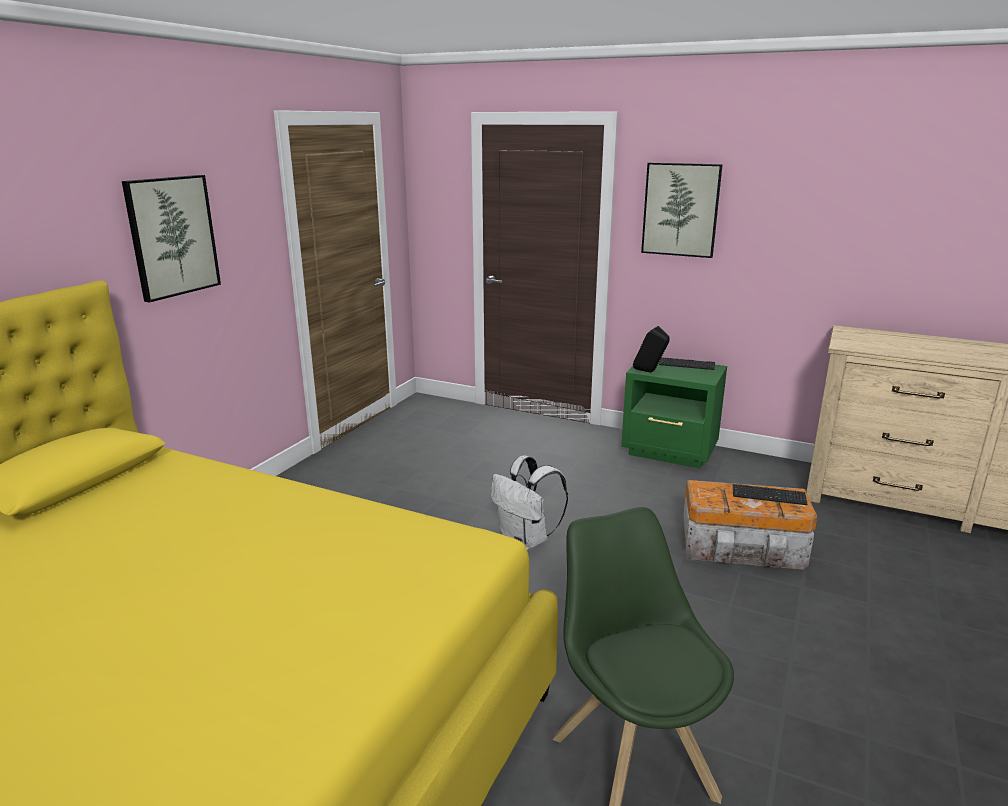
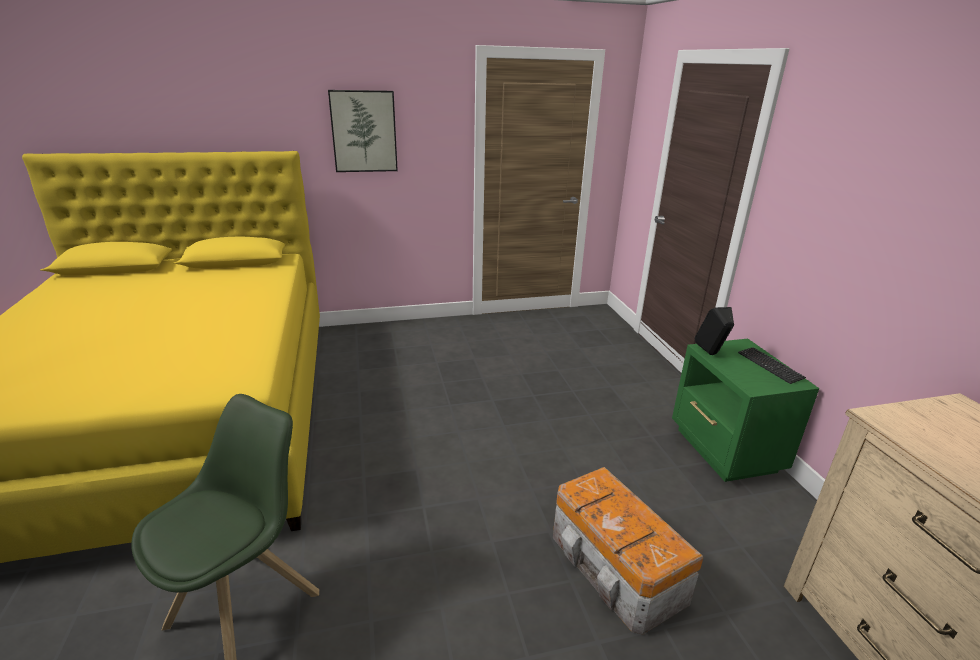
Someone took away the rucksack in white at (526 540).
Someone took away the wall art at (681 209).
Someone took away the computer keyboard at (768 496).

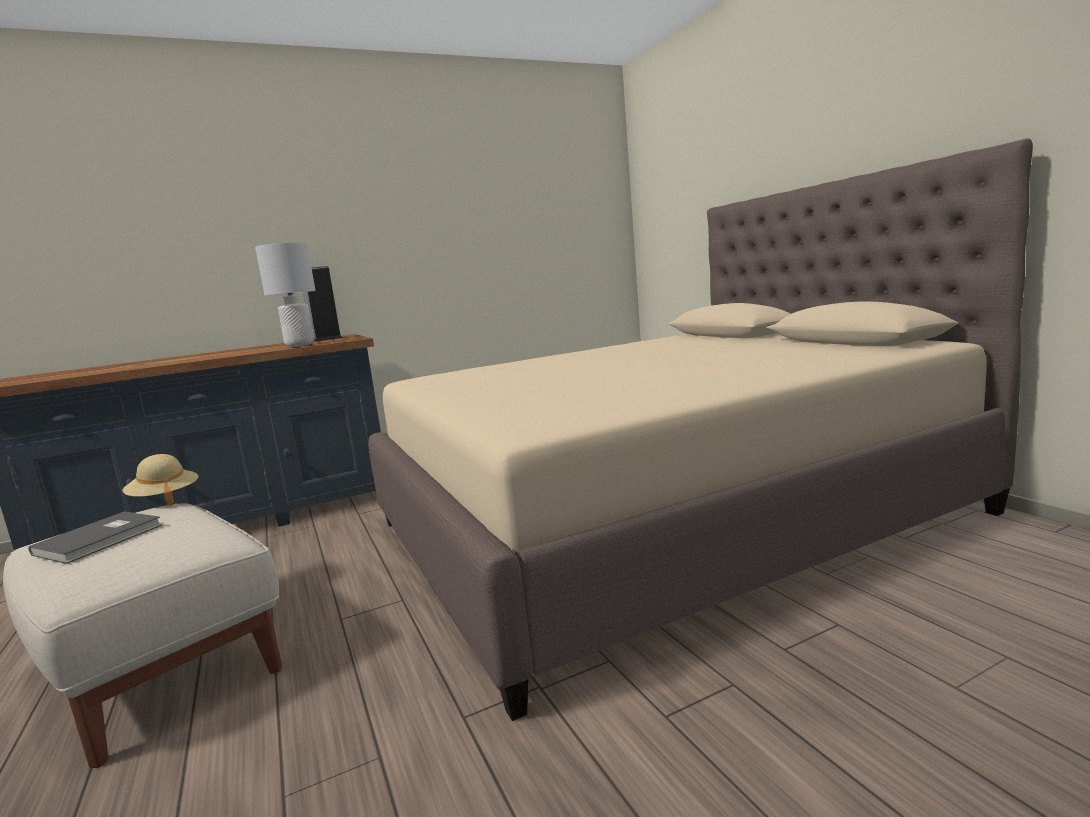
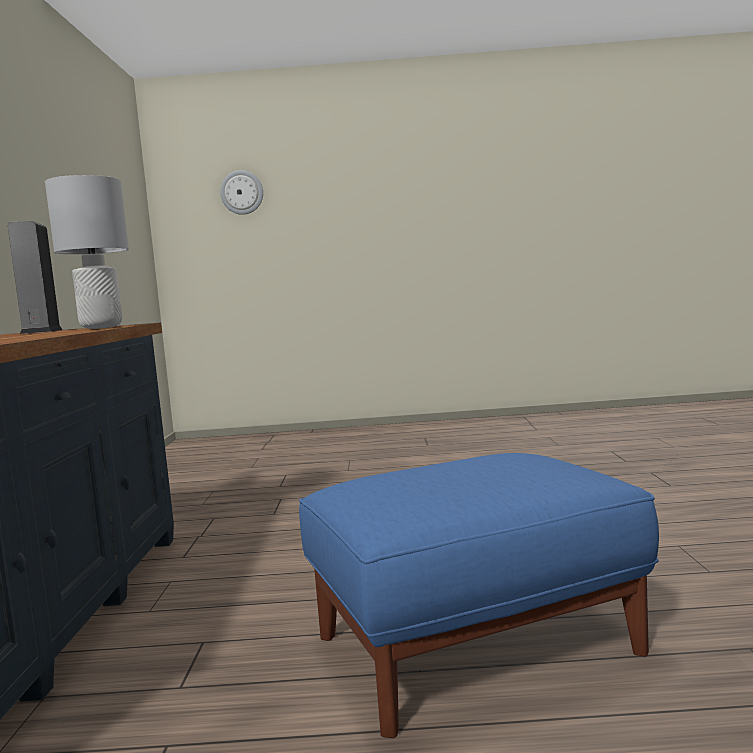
Someone repainted the ottoman in beige-coloured at (160 668), which became the ottoman in blue at (477 644).
Someone took away the volume in greyish at (102 539).
Someone took away the wearable hat in beige-coloured at (165 498).
Someone took away the sleeping bed in beige-coloured at (664 519).
Someone put up the wall clock at (242 192).

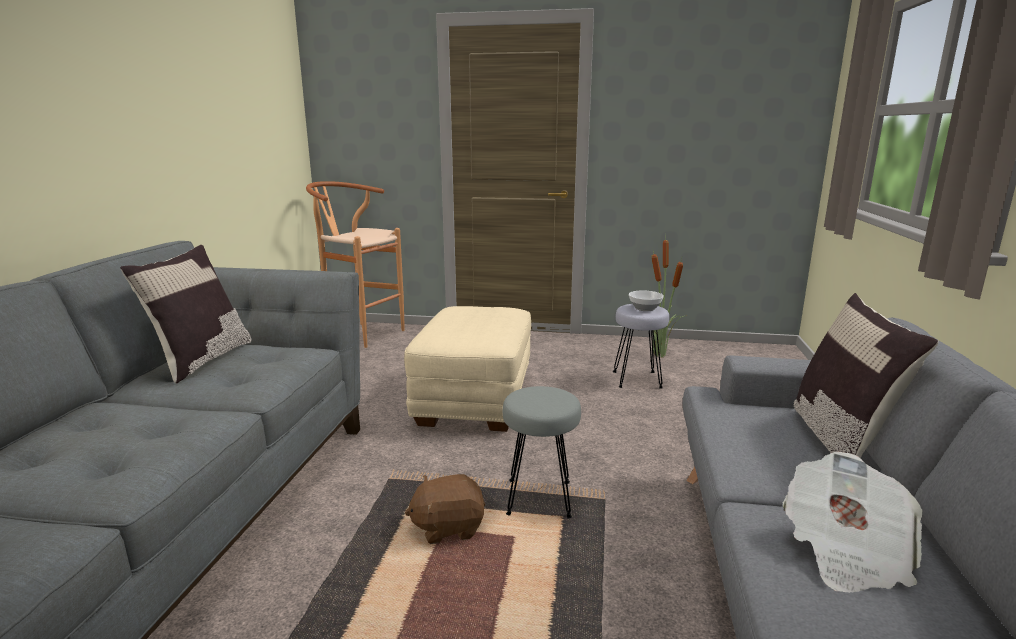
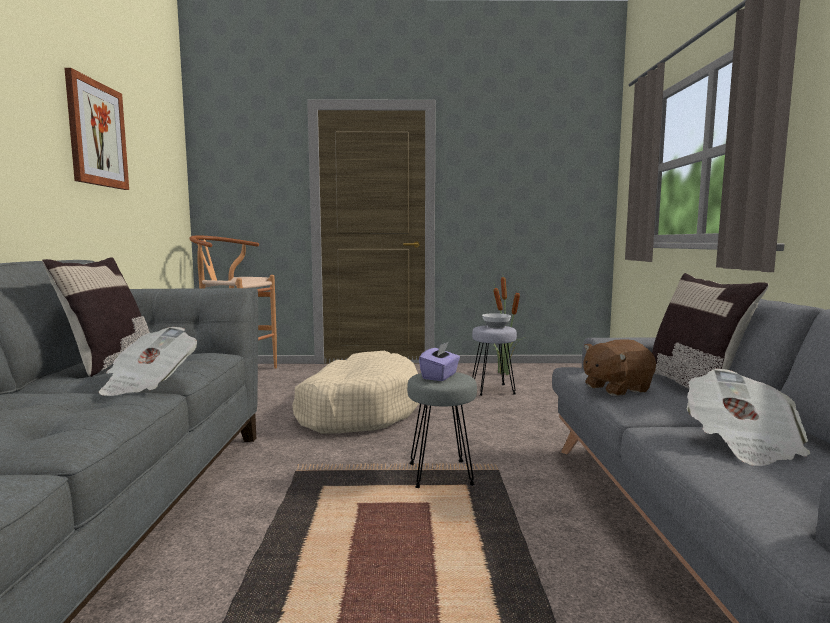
Someone swapped the ottoman in beige-coloured at (476 398) for the dog cushion in beige-coloured at (358 410).
Someone carried the soft toy in brown-coloured from (448 527) to (615 388).
Someone put up the wall art at (97 134).
Someone put down the printed paper at (149 384).
Someone put down the tissue box in purple at (440 376).

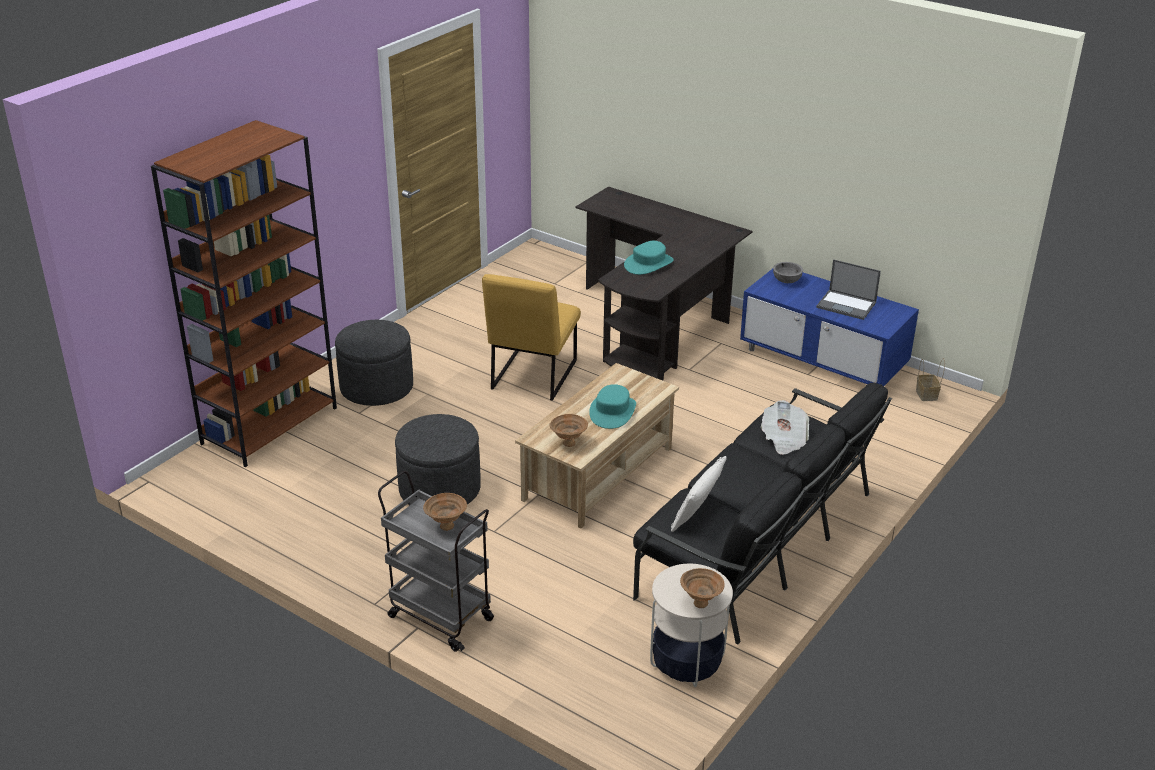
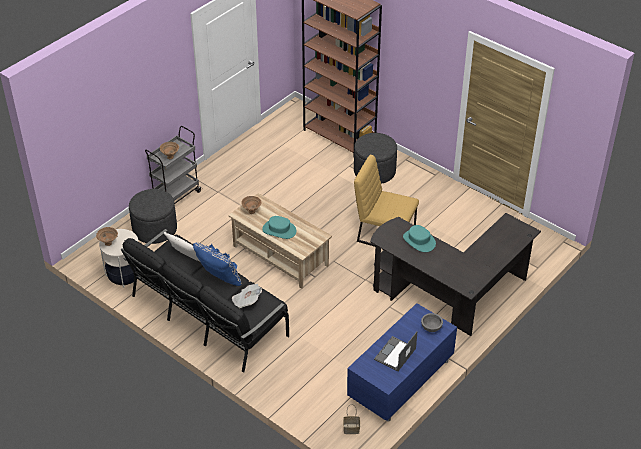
Someone carried the ottoman in greyish from (439 489) to (155 229).
Someone put down the cushion in blue at (219 279).

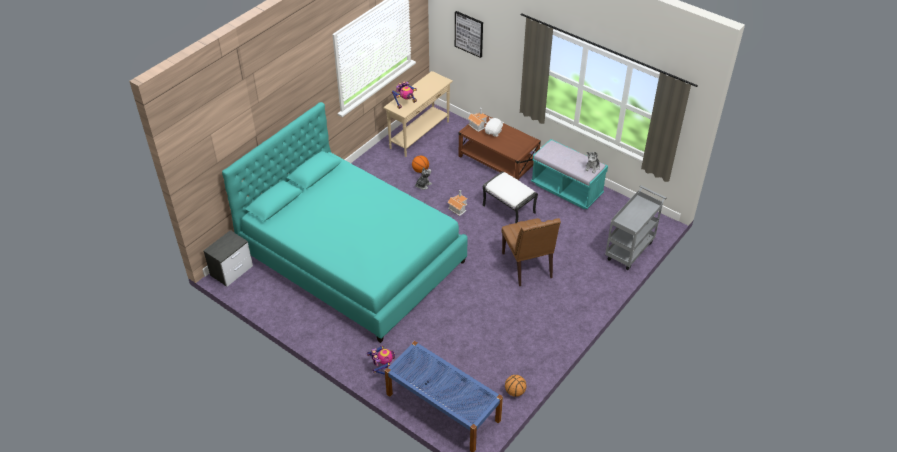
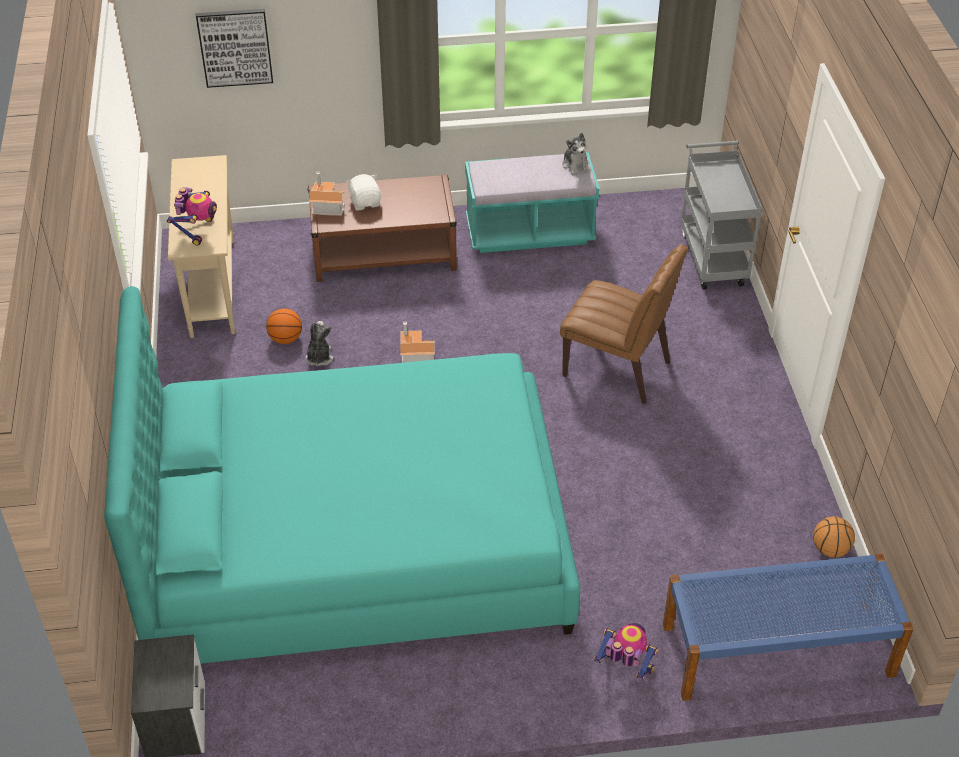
Someone took away the ottoman in white at (509 209).

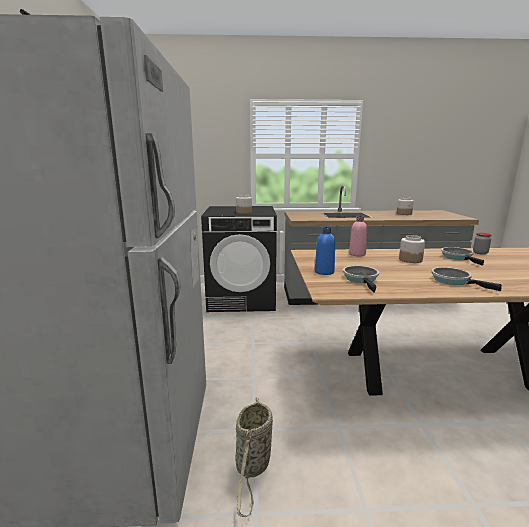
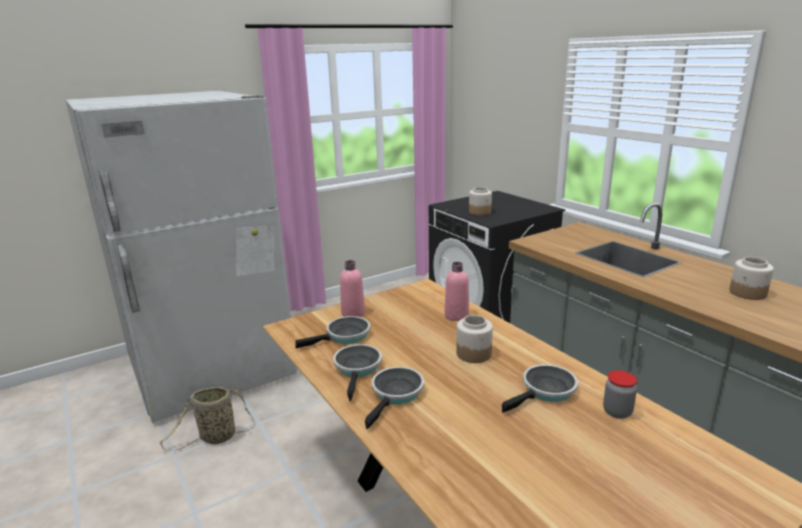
Someone repainted the drink bottle in blue at (324 272), which became the drink bottle in pink at (353 313).
Someone put down the skillet at (358 369).

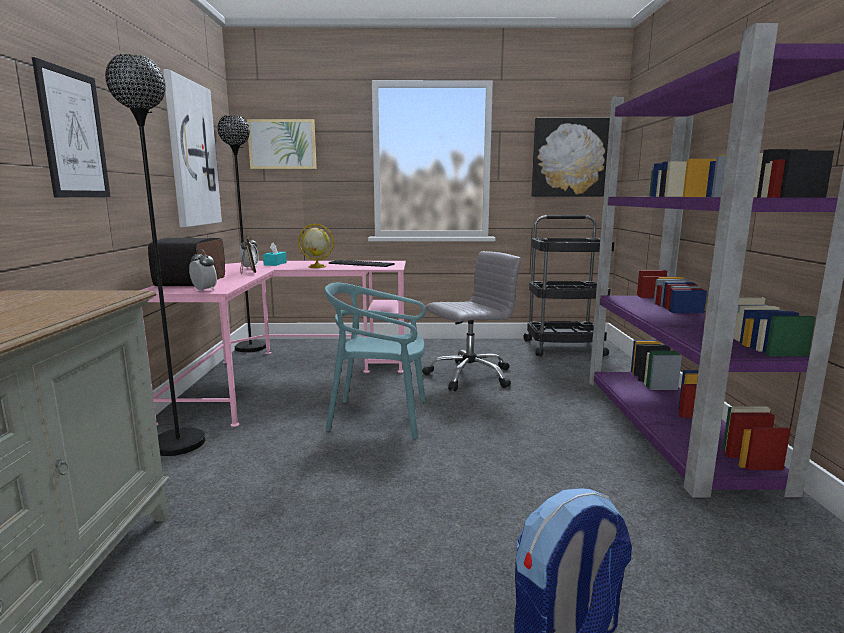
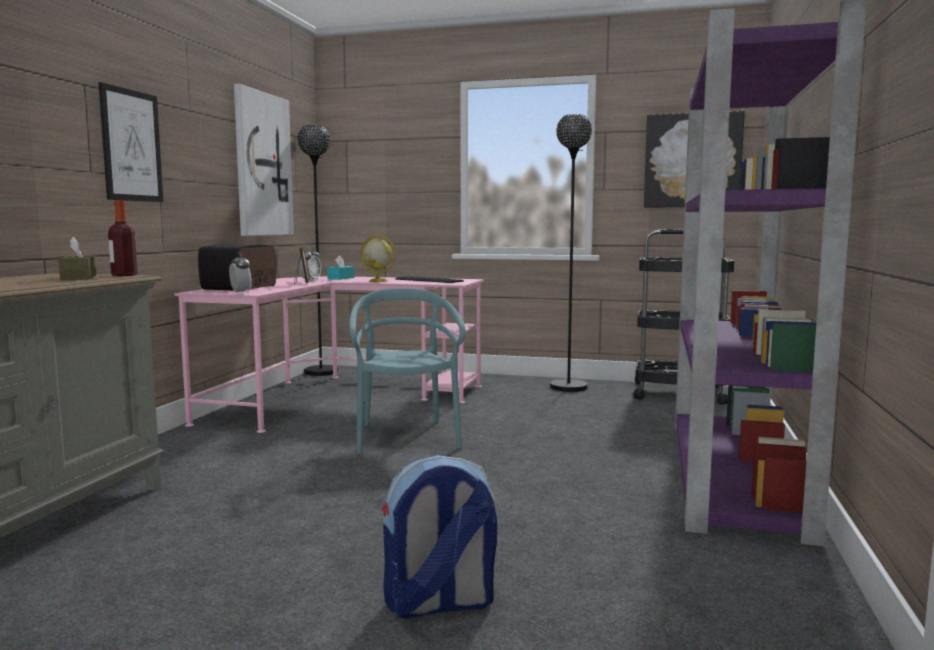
Someone carried the standing lamp in black from (179 443) to (569 387).
Someone took away the wall art at (282 144).
Someone rotated the plain chair in turquoise at (380 417) by 60 degrees clockwise.
Someone took away the desk chair in greyish at (470 376).
Someone put down the tissue box in brown-coloured at (78 278).
Someone put down the drink bottle at (124 275).

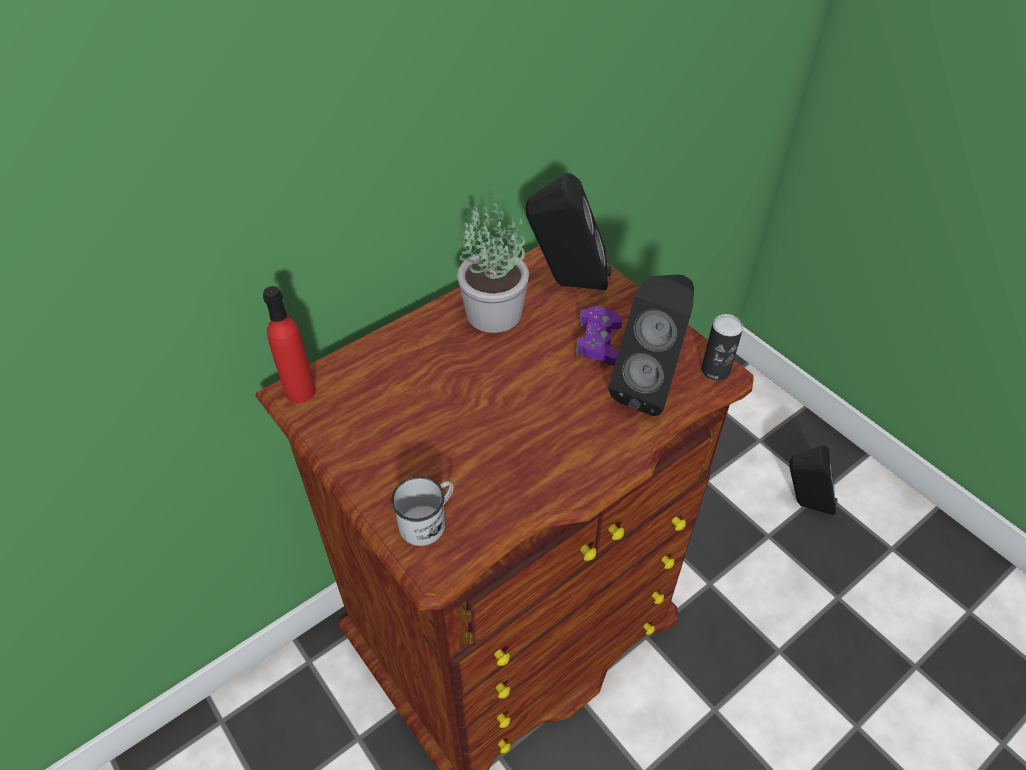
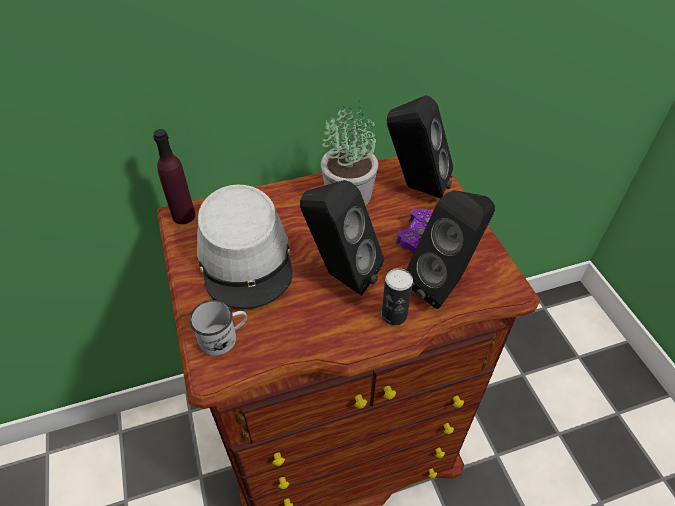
Someone repainted the drink bottle in red at (300 391), which became the drink bottle in purple at (183 216).
Someone carried the can from (715 370) to (394 315).
Someone carried the loudspeaker in black from (803 503) to (340 274).
Someone put down the wearable hat in greyish at (246 257).

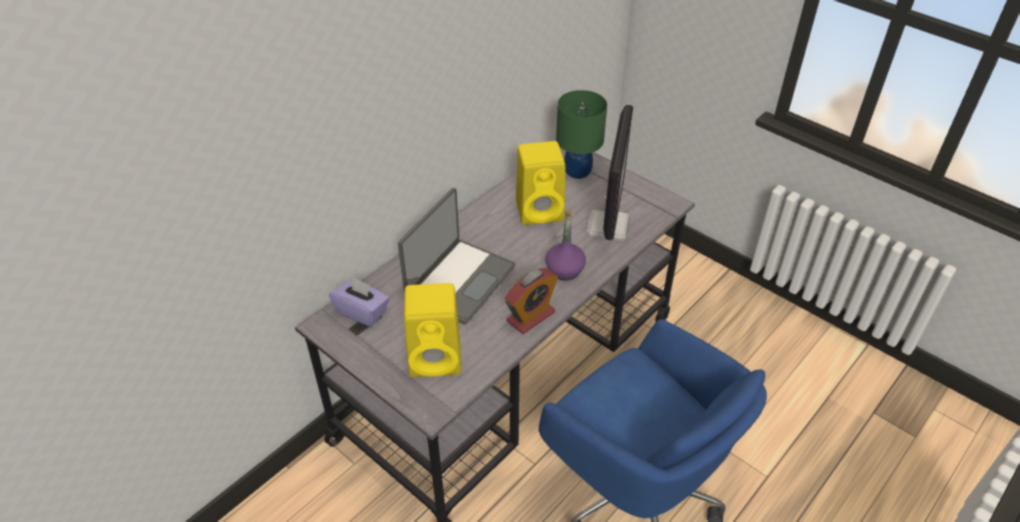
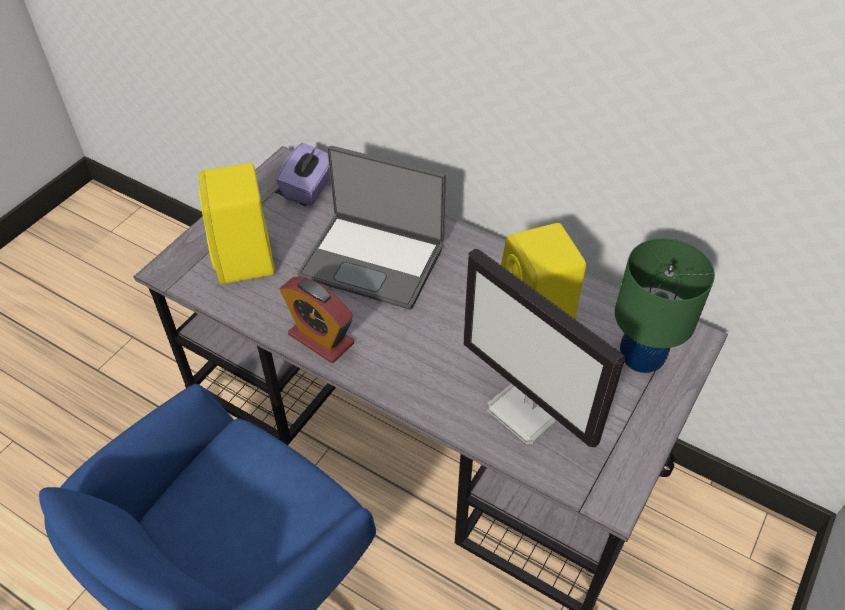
Someone took away the drink bottle in purple at (565 270).
Someone rotated the computer display at (607 224) by 45 degrees clockwise.

